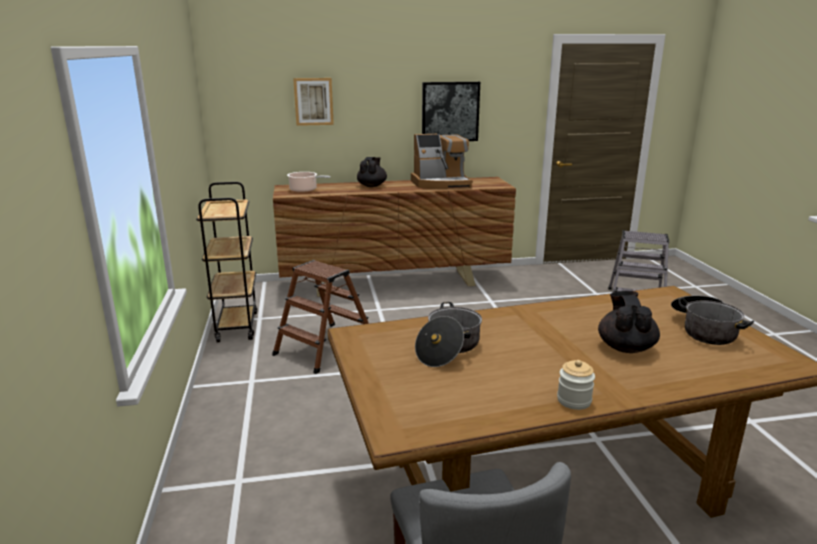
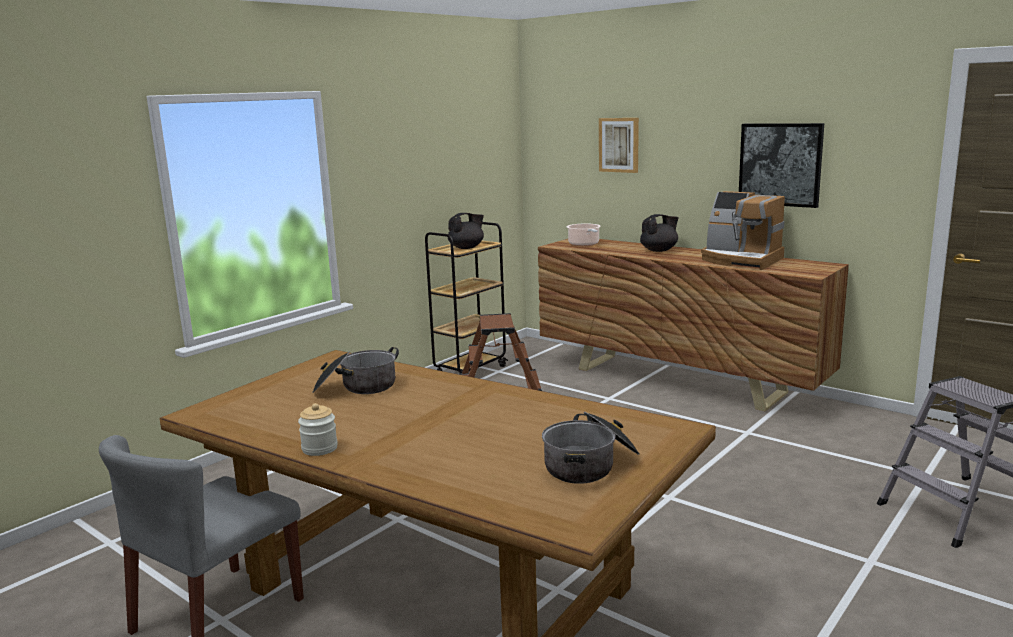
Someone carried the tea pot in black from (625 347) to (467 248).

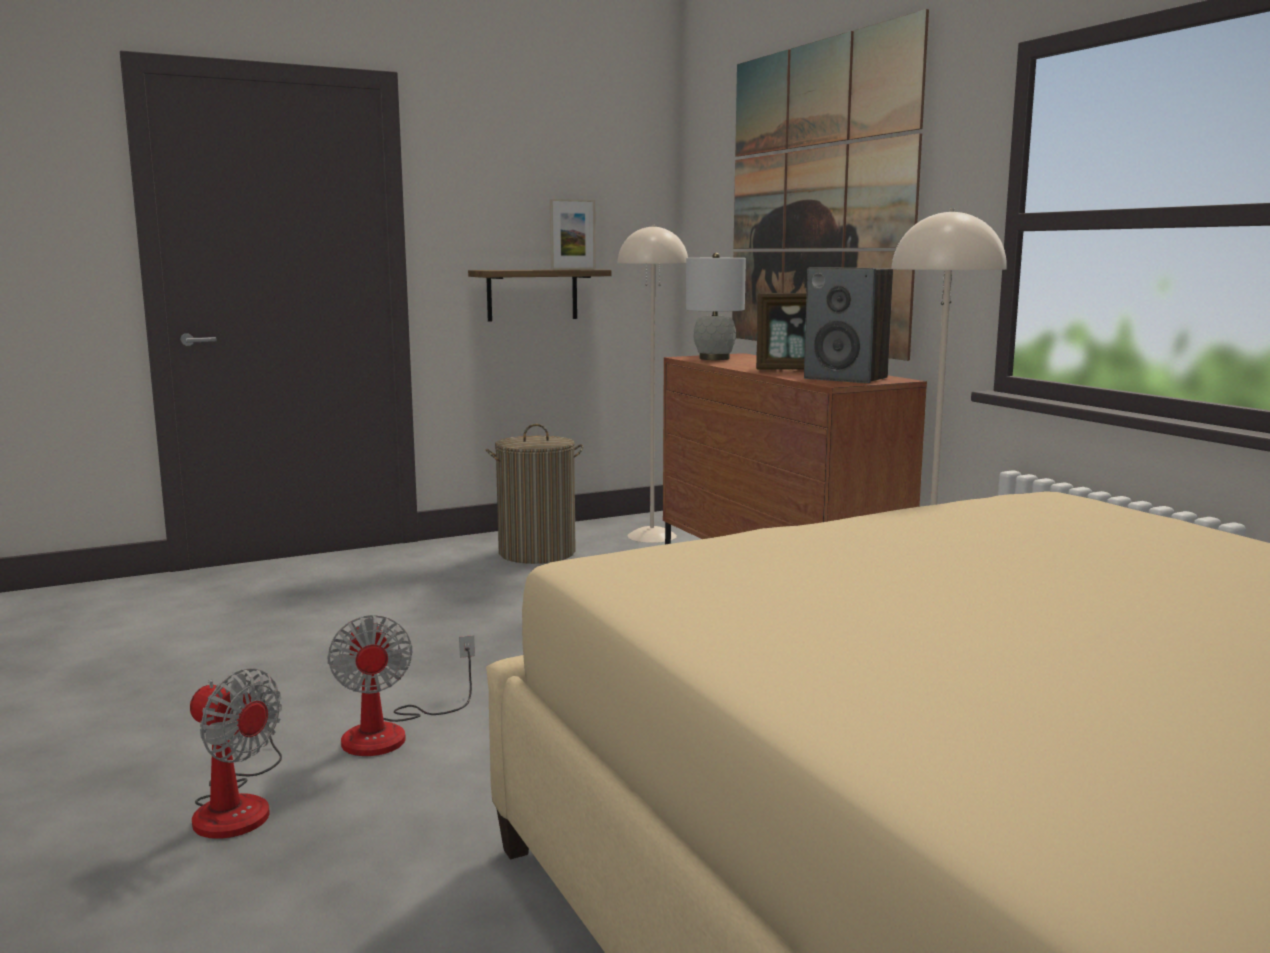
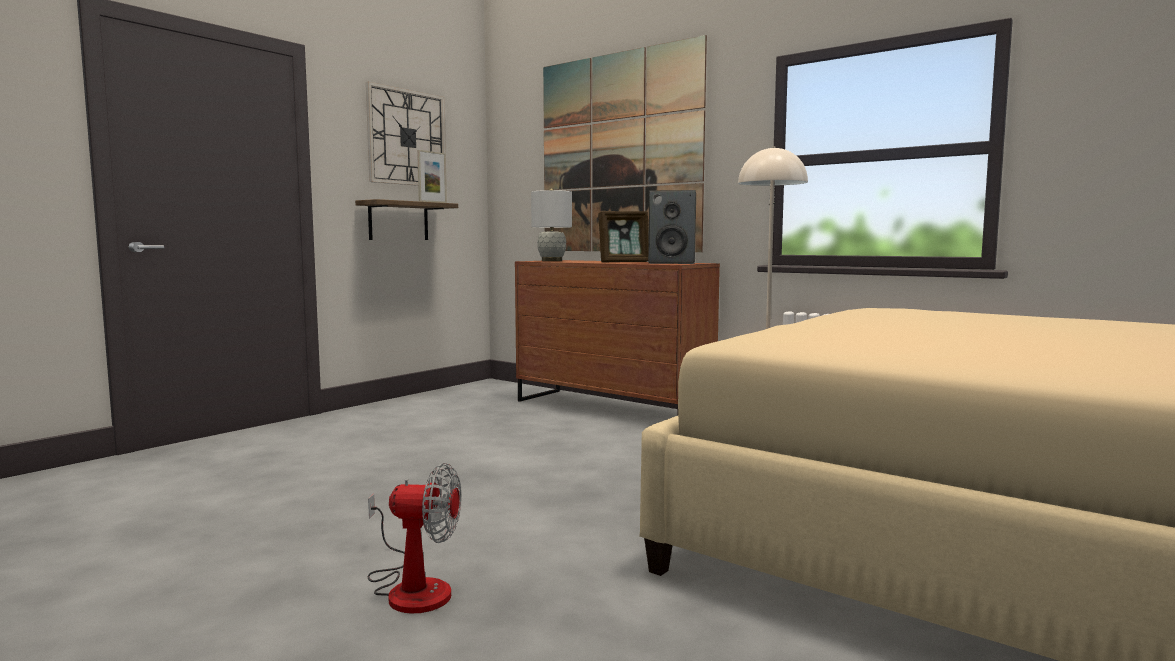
Someone took away the electric fan at (392 732).
Someone took away the hamper at (536 553).
Someone took away the standing lamp in beige-coloured at (652 536).
Someone put up the wall clock at (407 137).

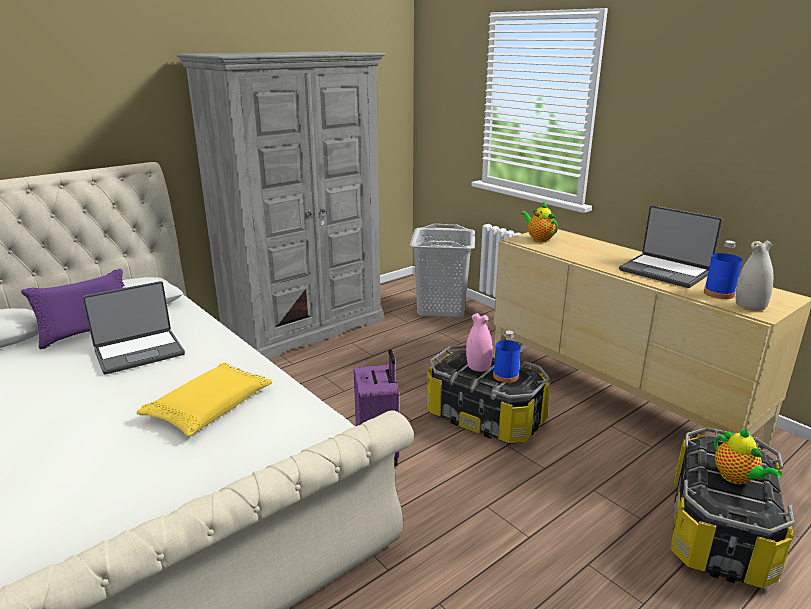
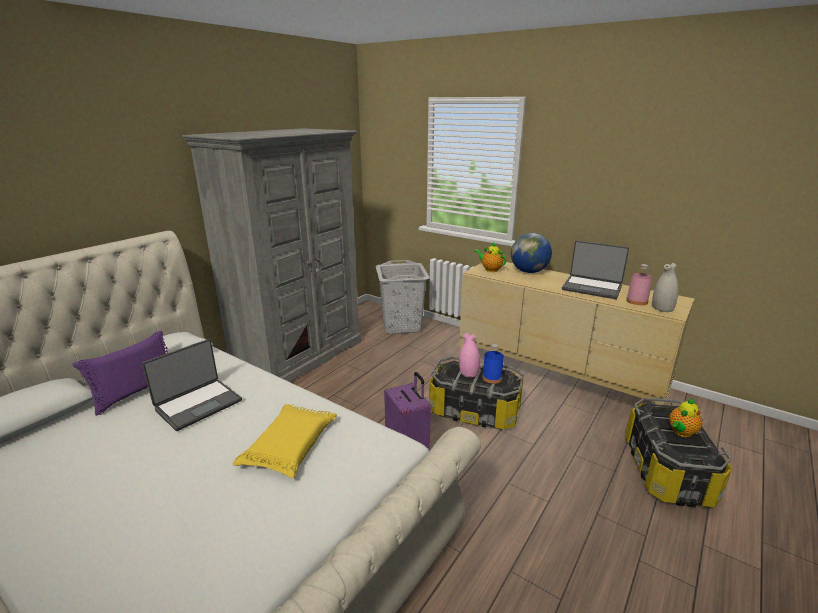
Someone repainted the drink bottle in blue at (719 293), which became the drink bottle in pink at (637 301).
Someone rotated the tea pot at (736 478) by 90 degrees clockwise.
Someone put down the desk globe at (529 271).

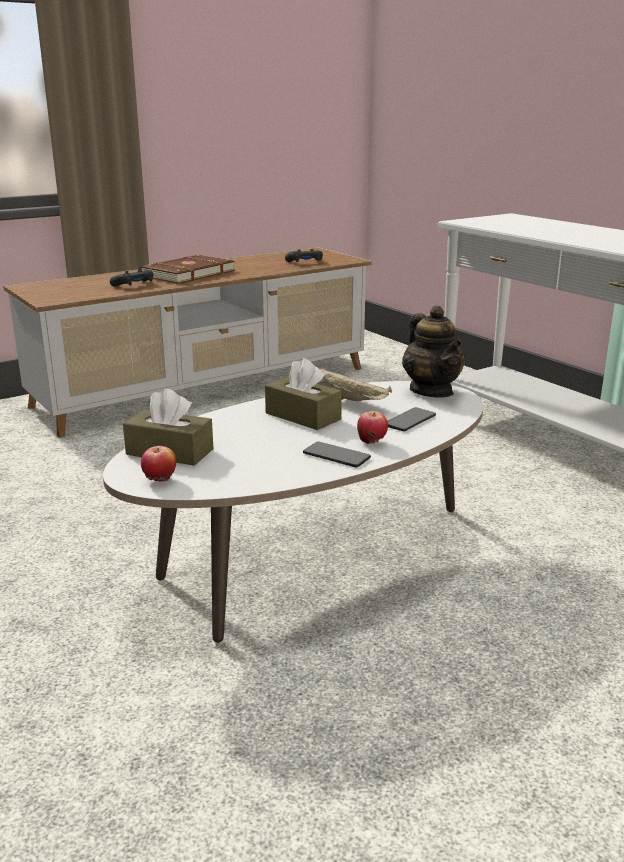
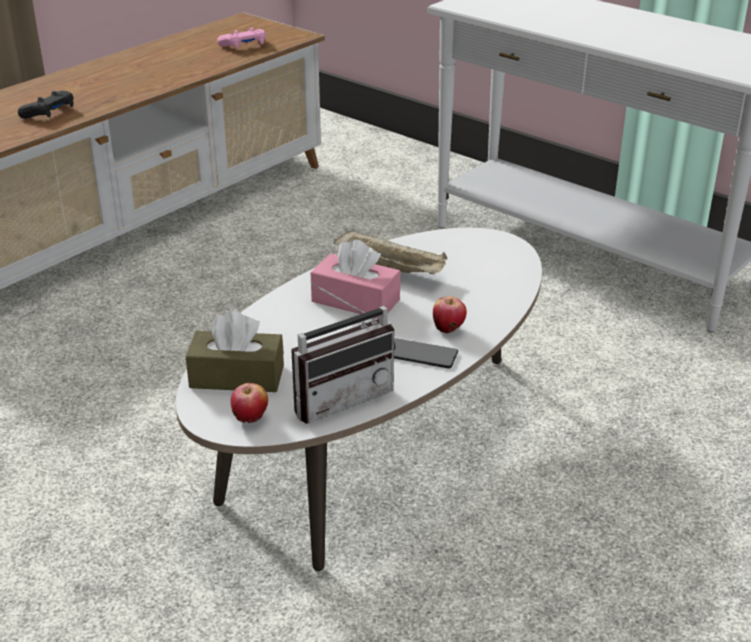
Someone took away the volume in brown-coloured at (187 273).
Someone repainted the tissue box in brown-coloured at (303 416), which became the tissue box in pink at (355 301).
Someone repainted the gamepad in black at (305 262), which became the gamepad in pink at (244 46).
Someone took away the telephone at (409 420).
Someone took away the tea pot at (431 391).
Someone put down the radio receiver at (339 396).

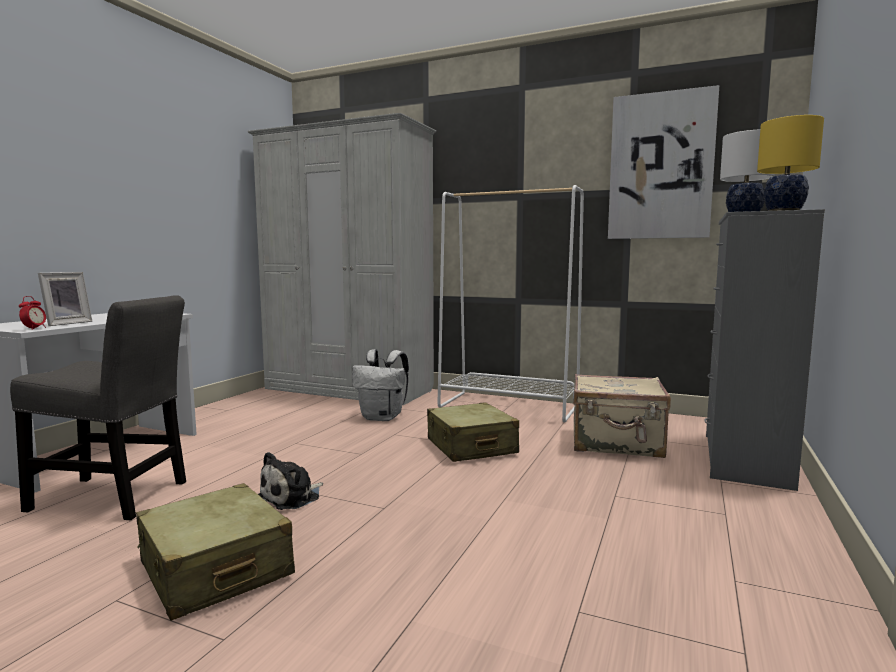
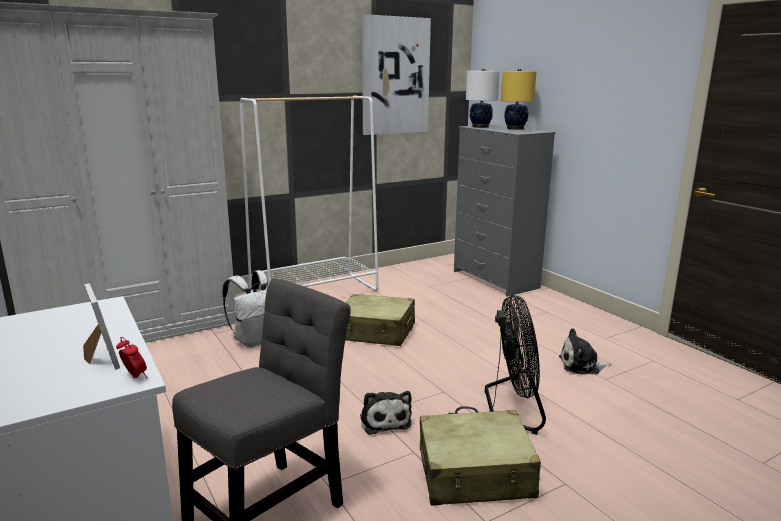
Someone took away the piece of luggage in beige-coloured at (617 444).
Someone put down the electric fan in black at (504 405).
Someone put down the soft toy at (581 365).

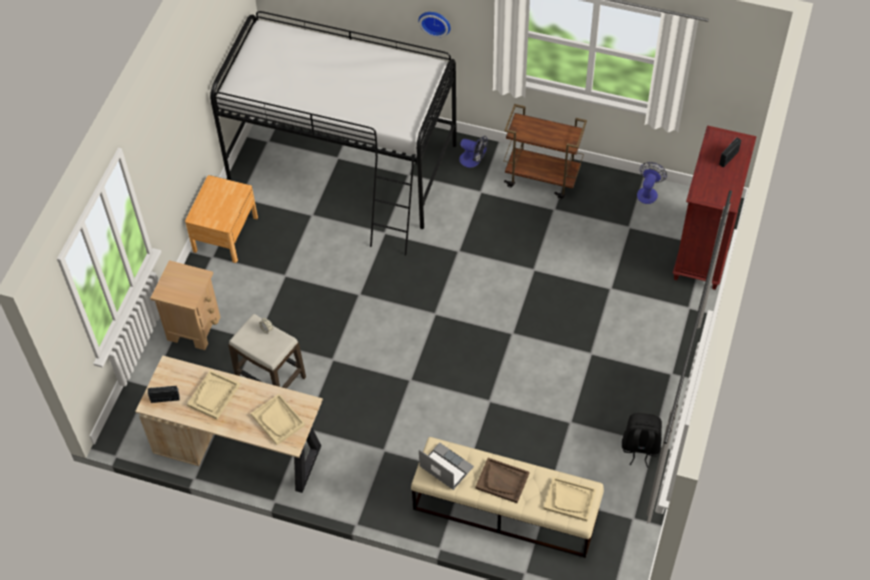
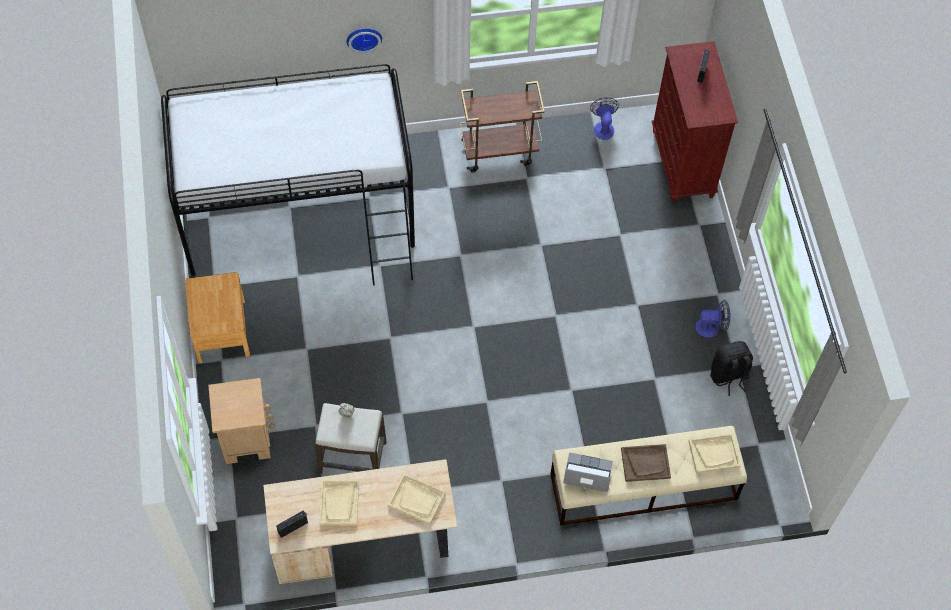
Someone carried the electric fan from (473 161) to (711 327).

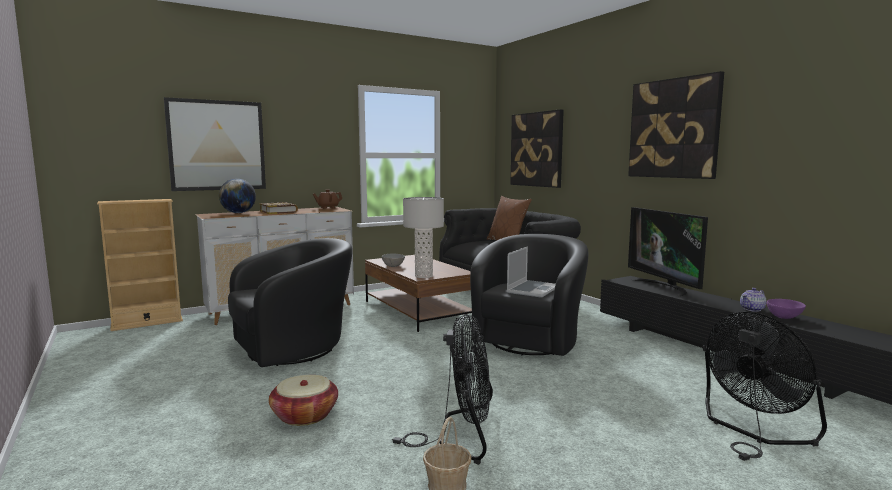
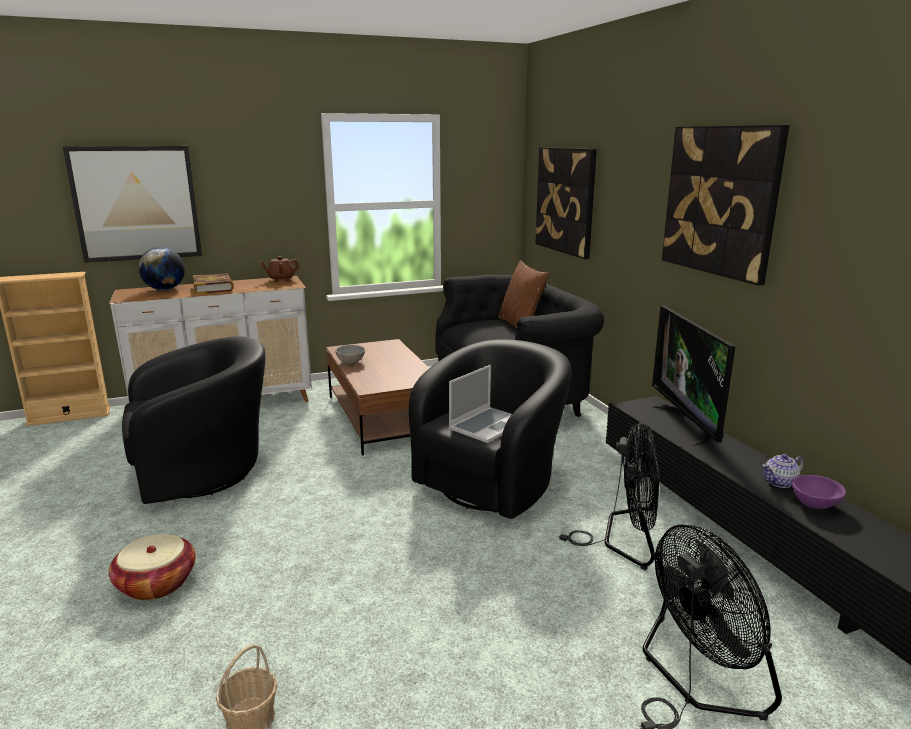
Someone carried the electric fan in black from (459 433) to (623 536).
Someone took away the lamp for a table in white at (424 276).

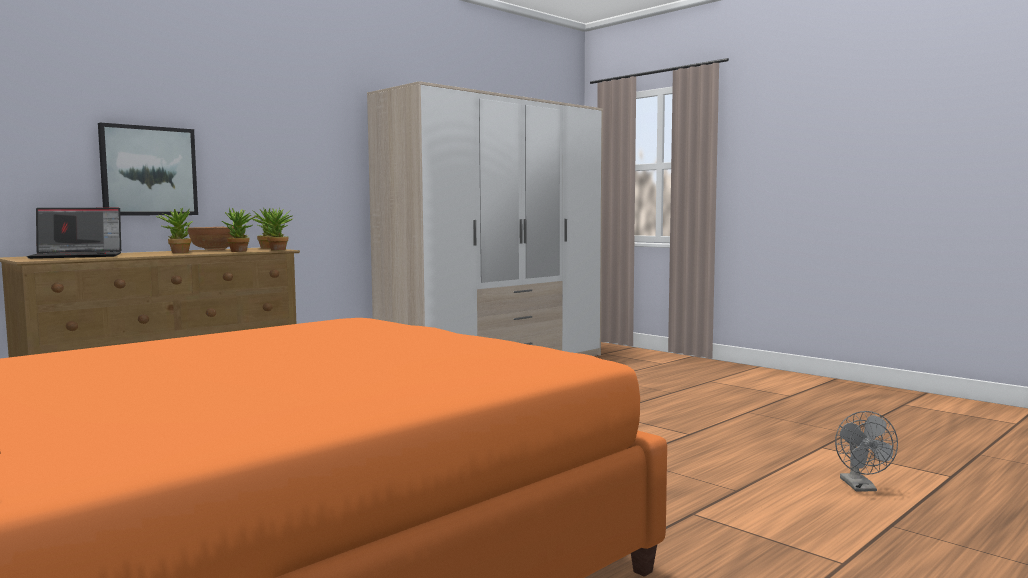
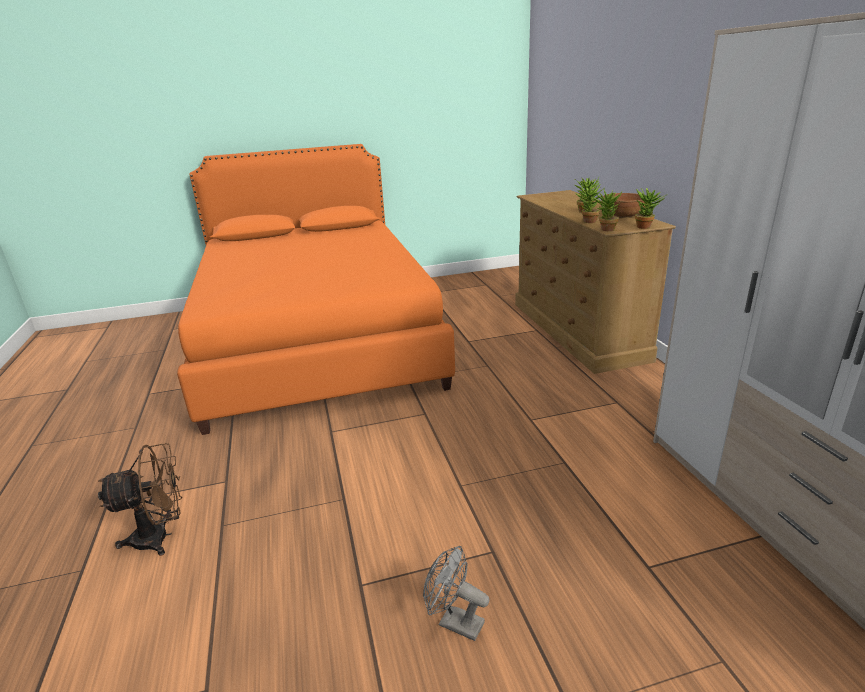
Someone took away the laptop at (78 256).
Someone took away the wall art at (149 171).
Someone carried the electric fan in greyish from (861 487) to (454 622).
Someone put down the electric fan in brown-coloured at (160 537).

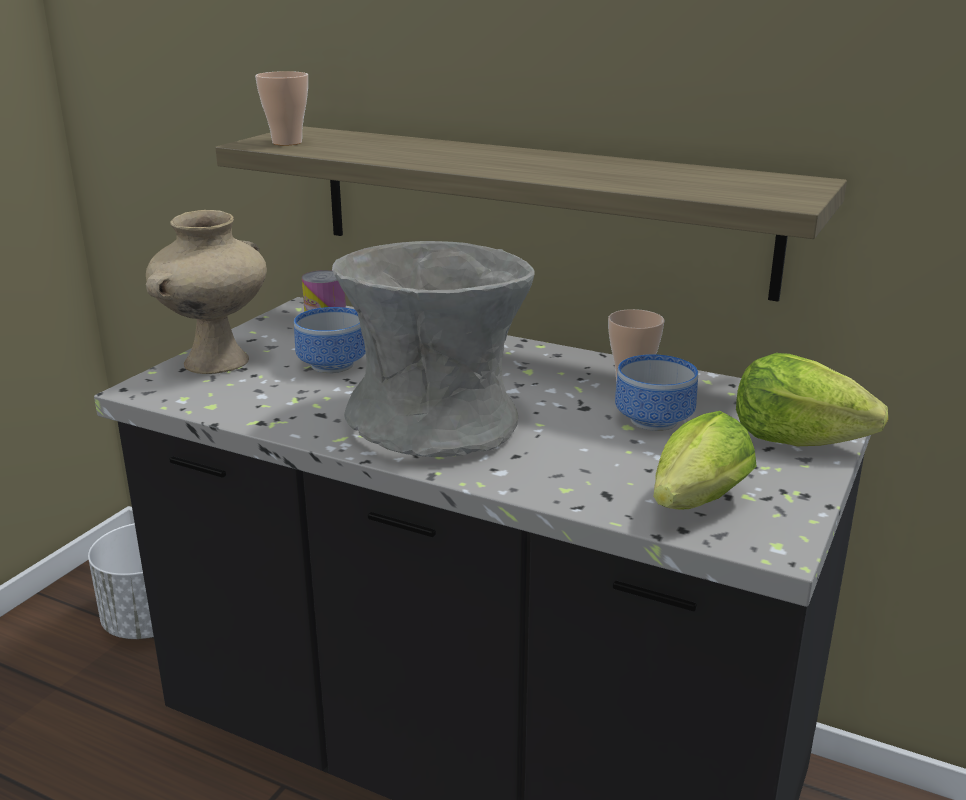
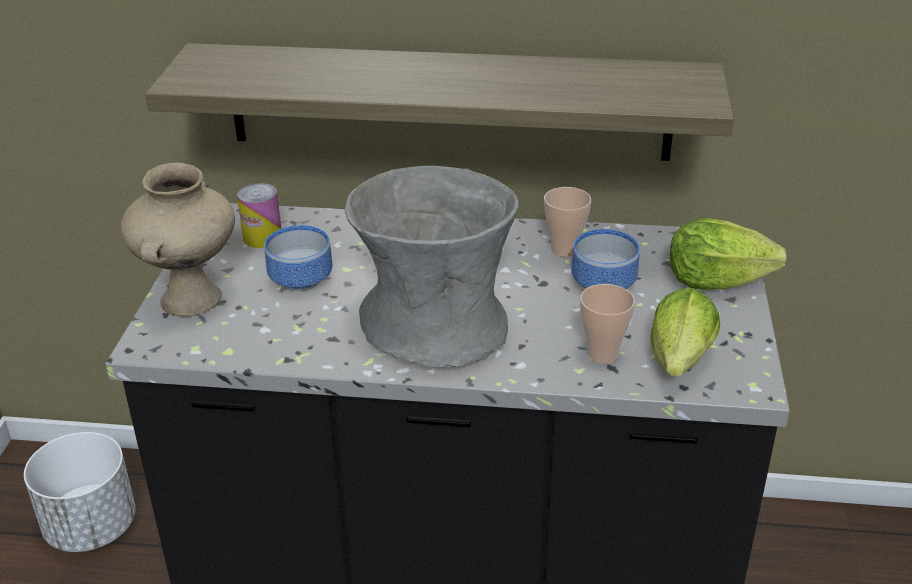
Someone carried the small cup from (287 142) to (602 354).

